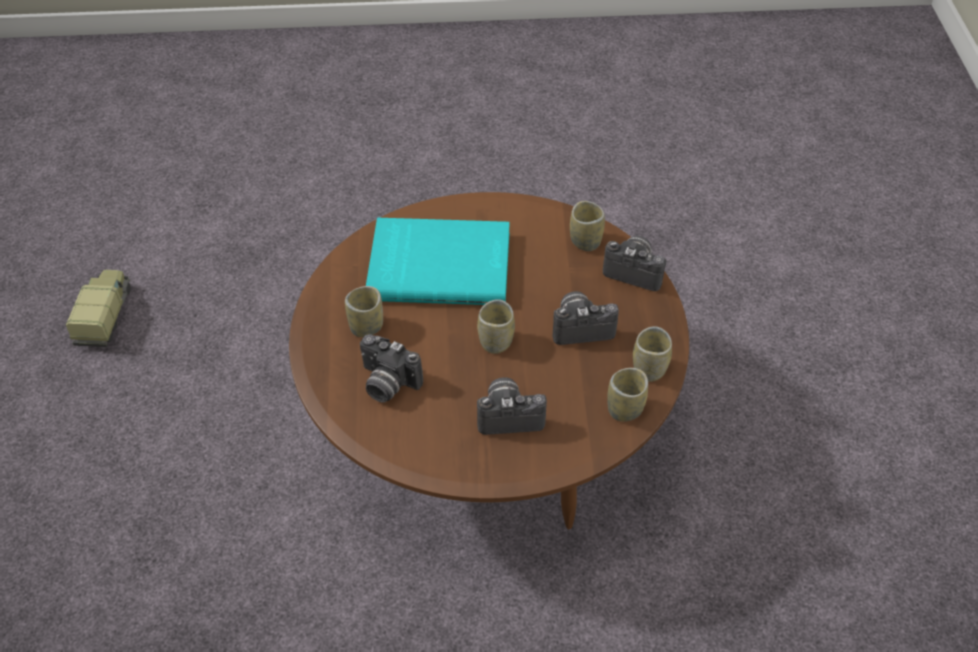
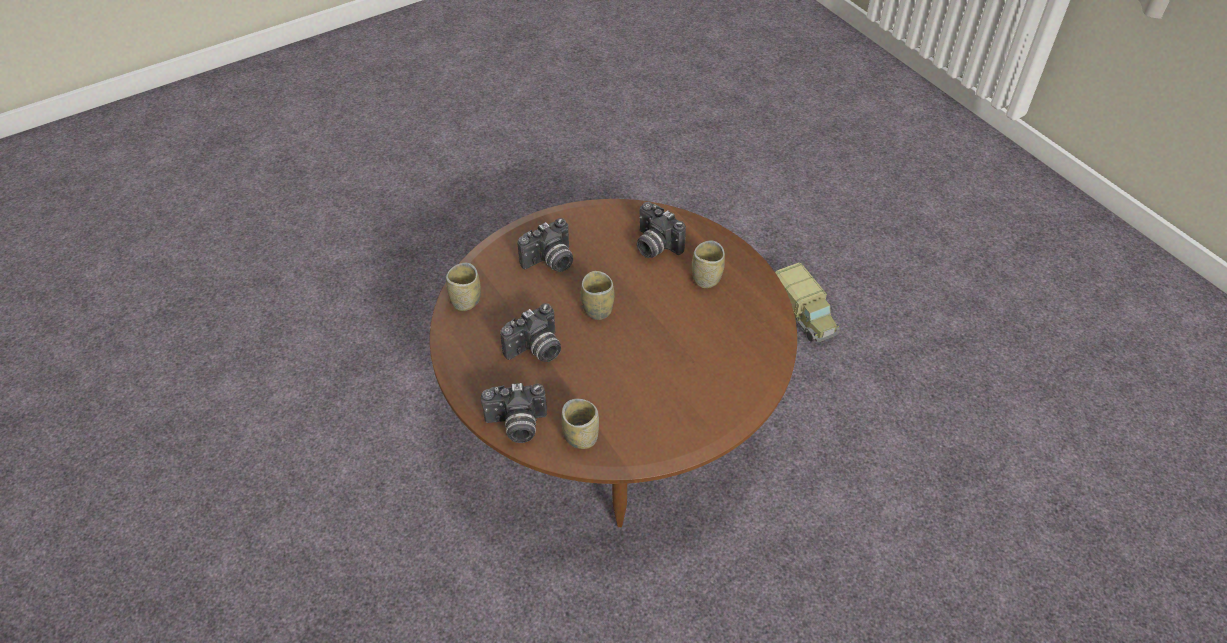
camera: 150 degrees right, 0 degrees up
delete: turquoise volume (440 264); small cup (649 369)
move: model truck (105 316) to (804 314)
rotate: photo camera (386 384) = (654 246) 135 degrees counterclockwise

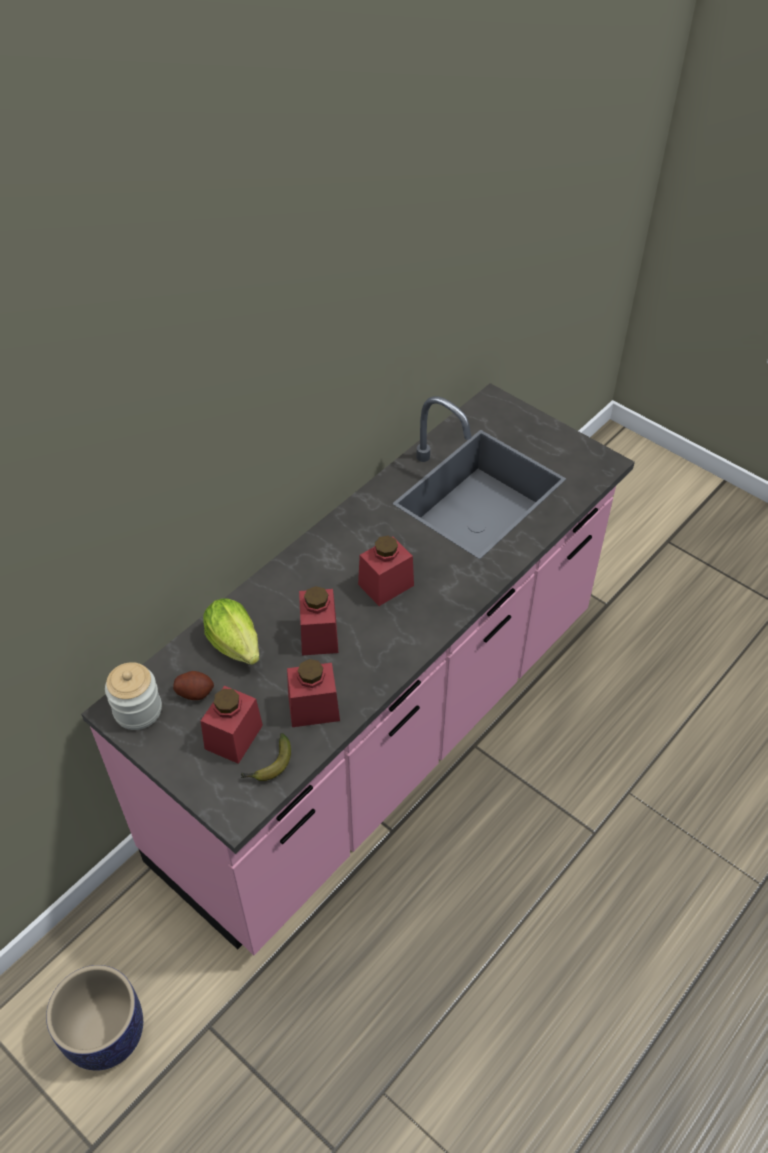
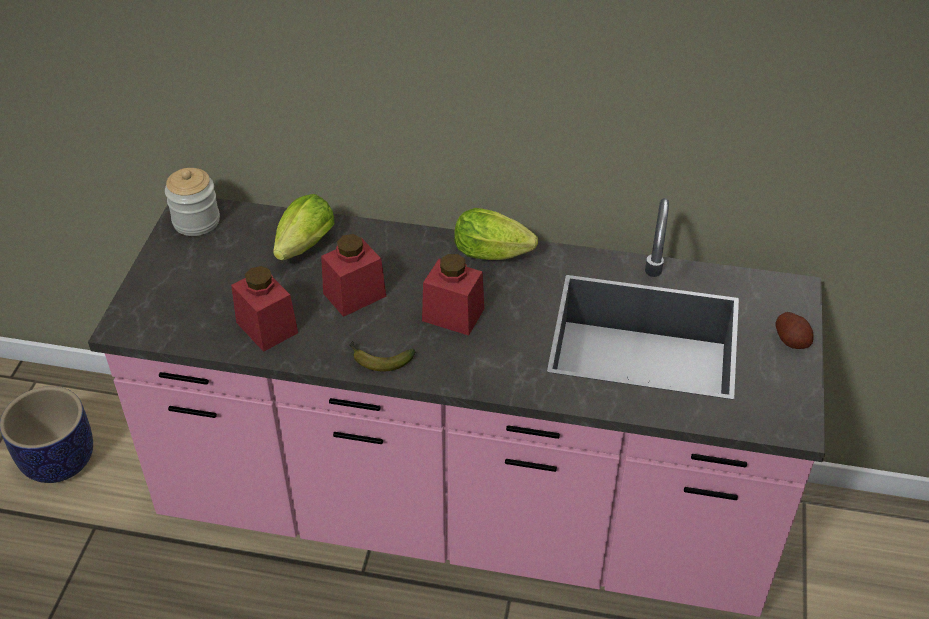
camera: 60 degrees right, 5 degrees down
delete: red-coloured storage jar (233 737)
insert: lettuce head (496 254)
move: banana (269 765) to (378 360); spud (195 692) to (792 340)

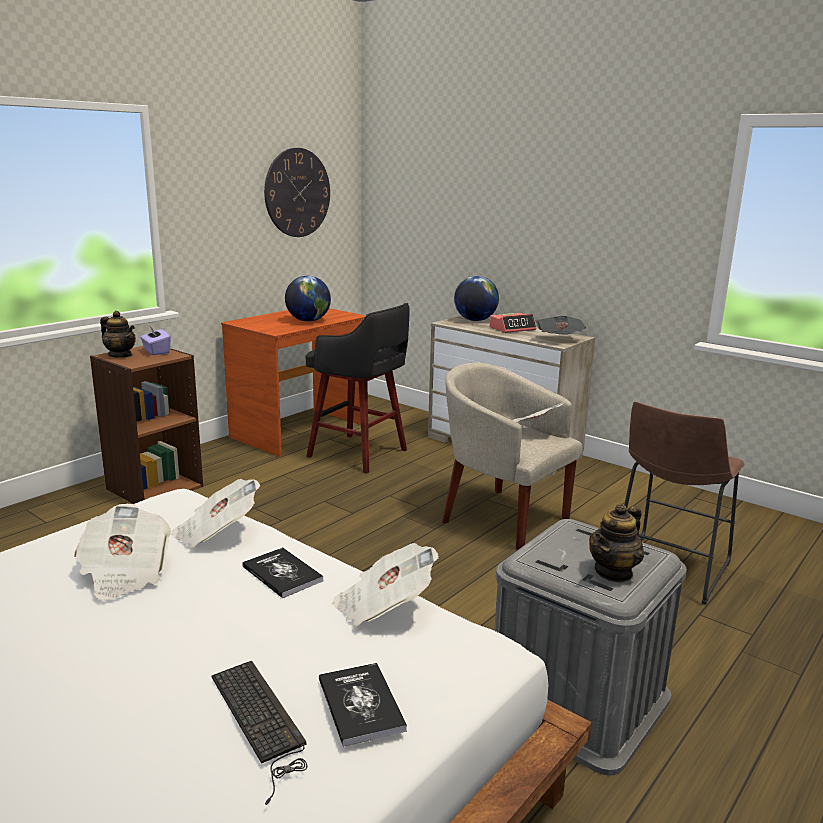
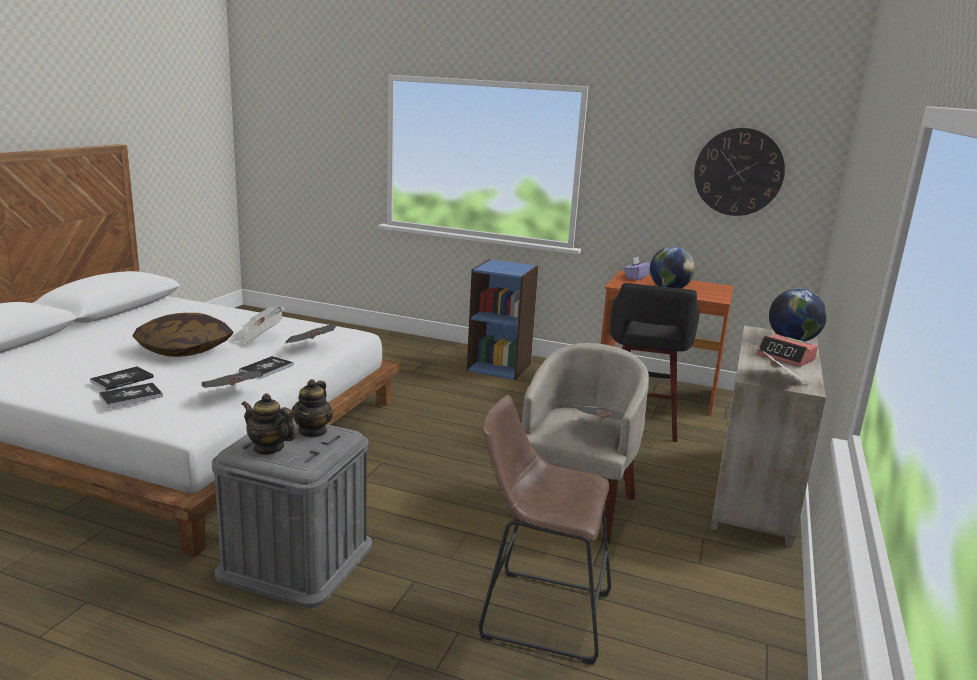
camera: 70 degrees right, 0 degrees up
insert: cushion (184 349)
move: tea pot (120 355) to (313 431); purplish tissue holder (156 351) to (635 277)
replace: PC keyboard (260 722) to volume (122 379)
recolor: brown-coloured bookshelf (154 487) to blue bookshelf (499 367)

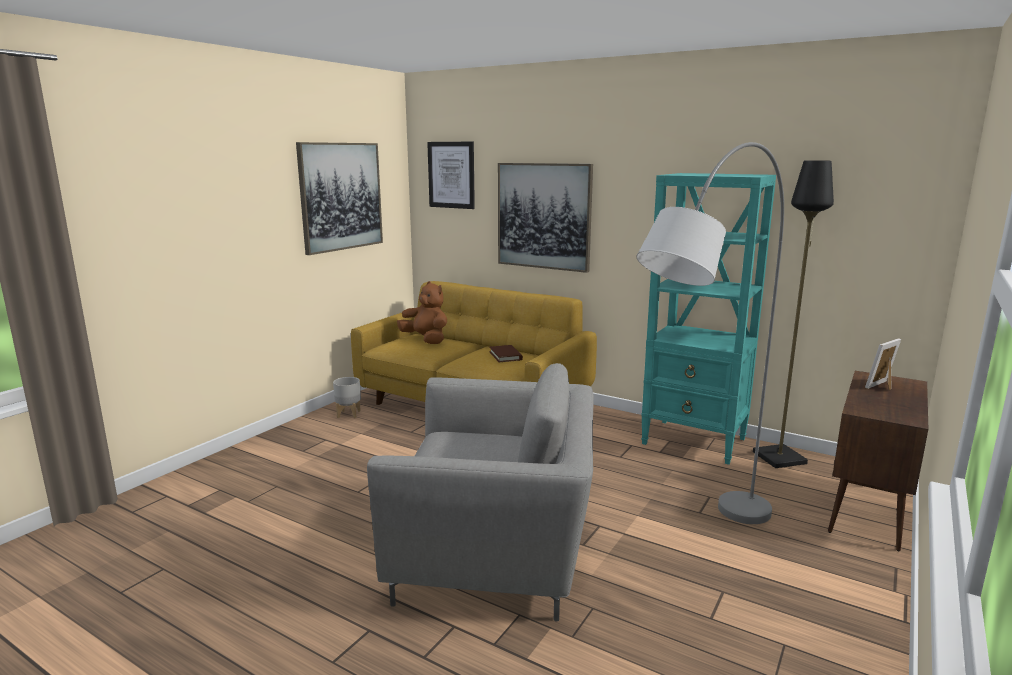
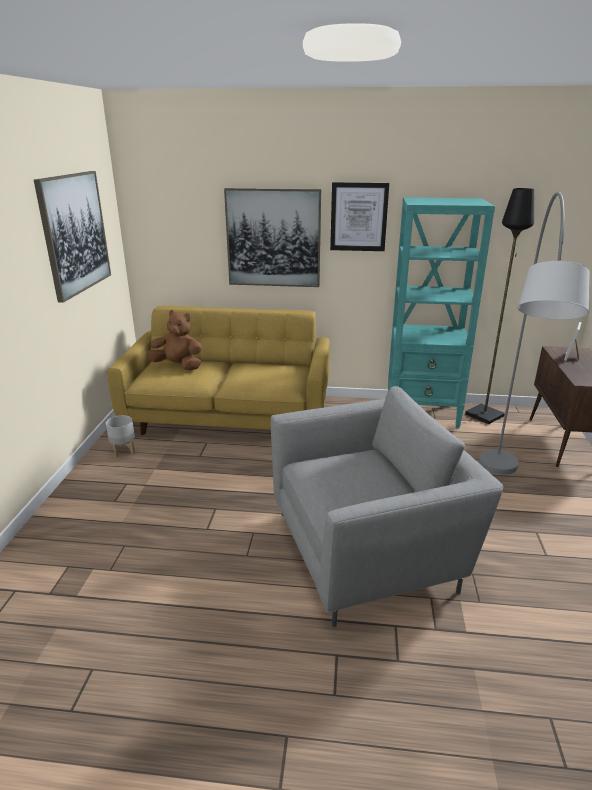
camera: 25 degrees left, 10 degrees up
delete: brown-coloured volume (505 356)
move: wall picture (451 175) to (358 217)

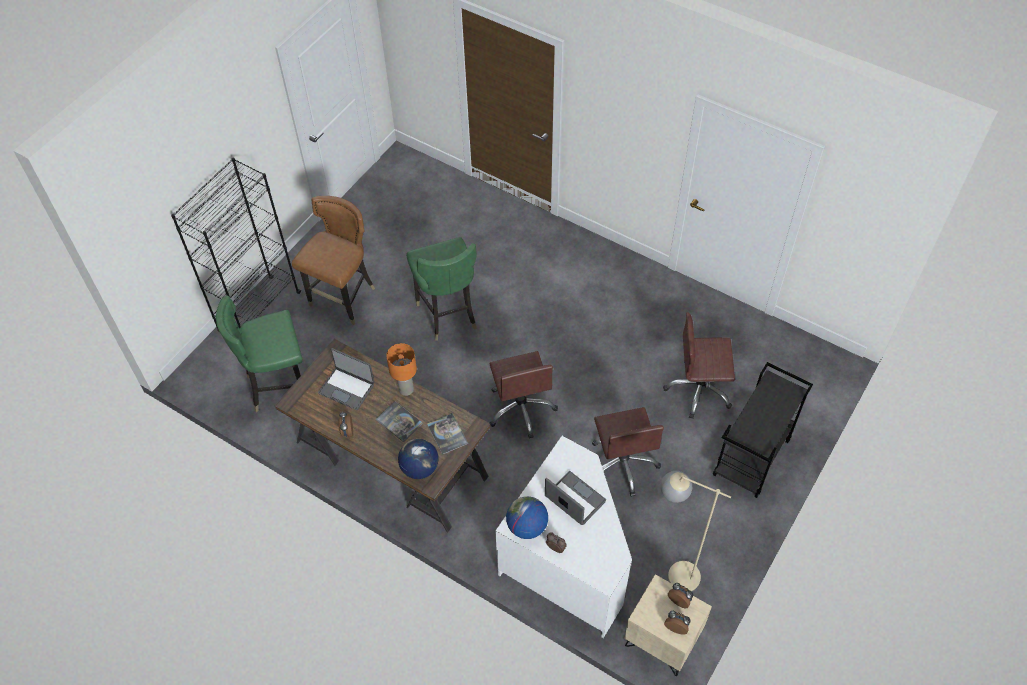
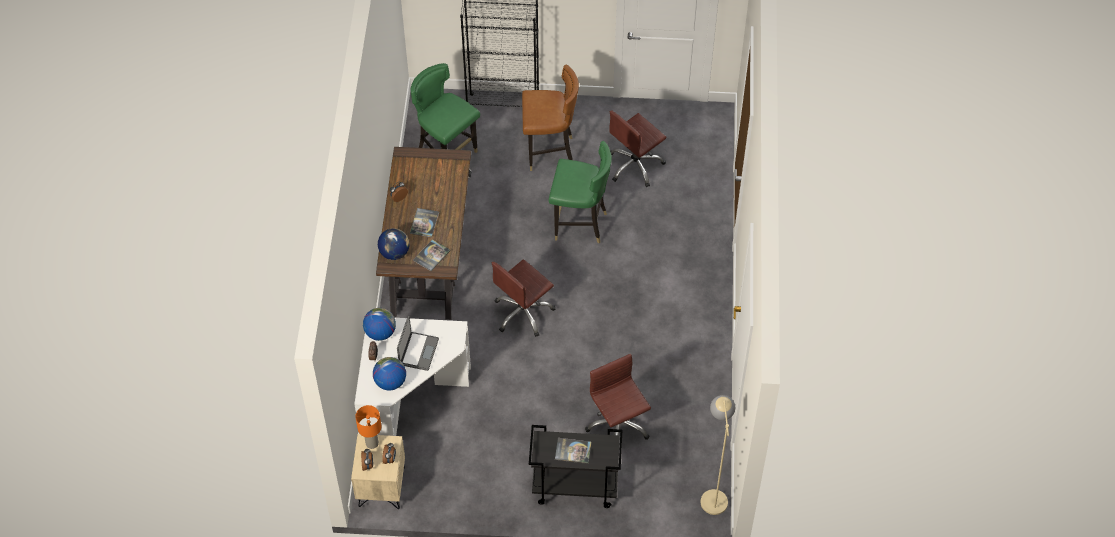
camera: 60 degrees right, 0 degrees up
delete: notebook computer (347 388)
insert: world globe (390 382); volume (573 451)
move: orange-coloured lamp for a table (406 389) to (372 443); brown-coloured computer chair (623 464) to (635 165); beige standing lamp (673 572) to (713 493)
rotate: greenish upright chair (447 314) = (579 224) 120 degrees counterclockwise

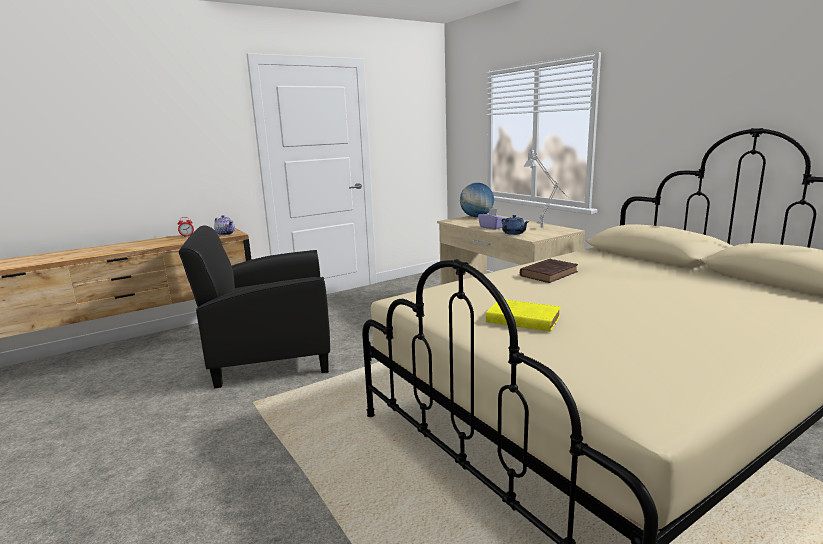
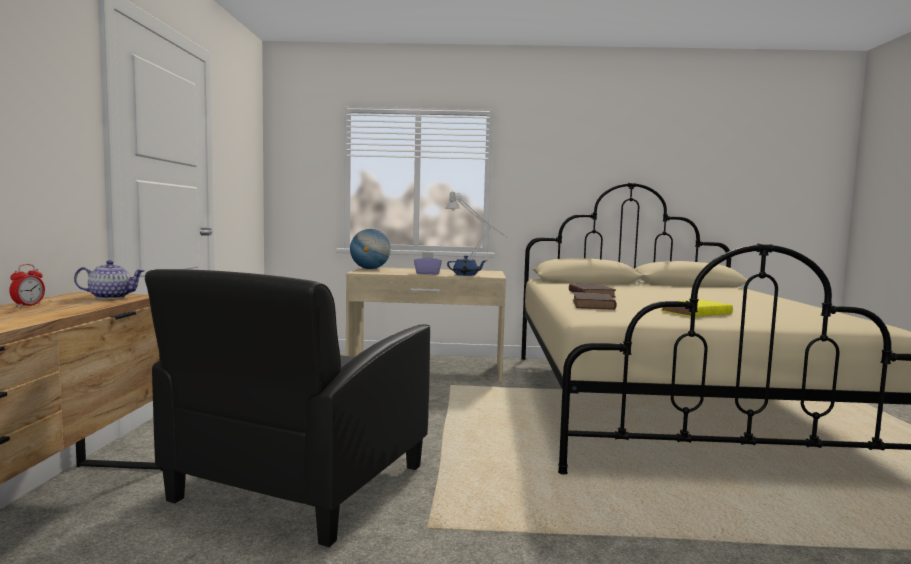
camera: 55 degrees left, 10 degrees down
insert: brown-coloured volume (593 305)

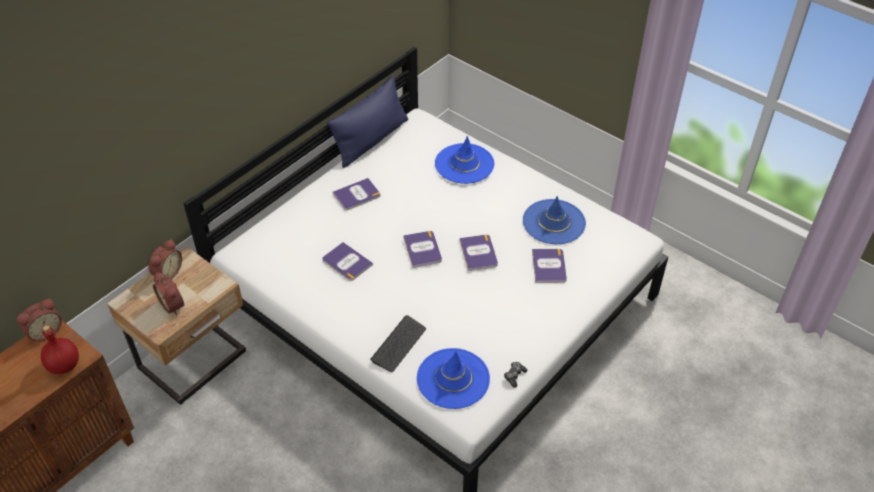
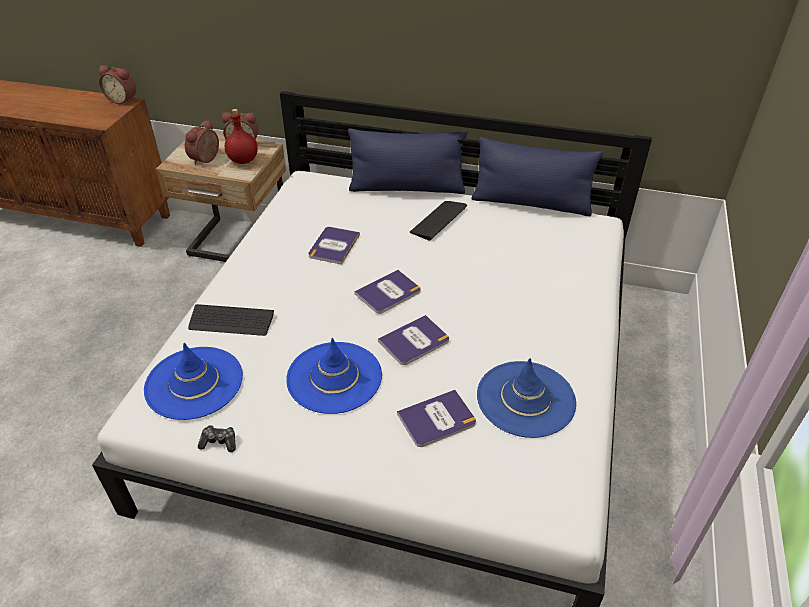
camera: 65 degrees right, 5 degrees down
insert: blue cushion (407 188)
move: red-coloured drink bottle (64 365) to (244 160); blue hat (464 164) to (334 377)
replace: volume (357 195) to PC keyboard (438 220)

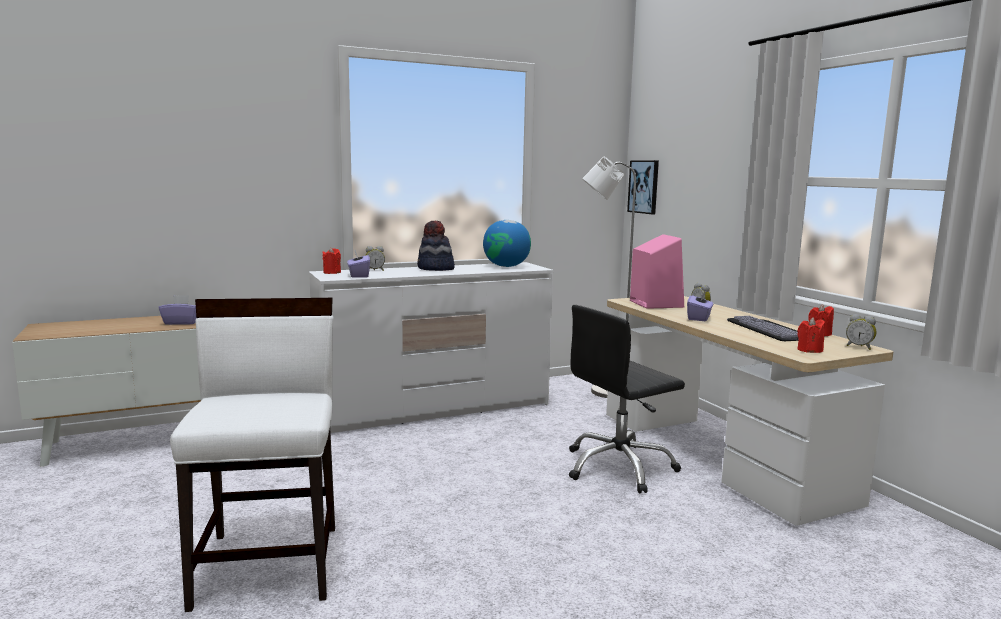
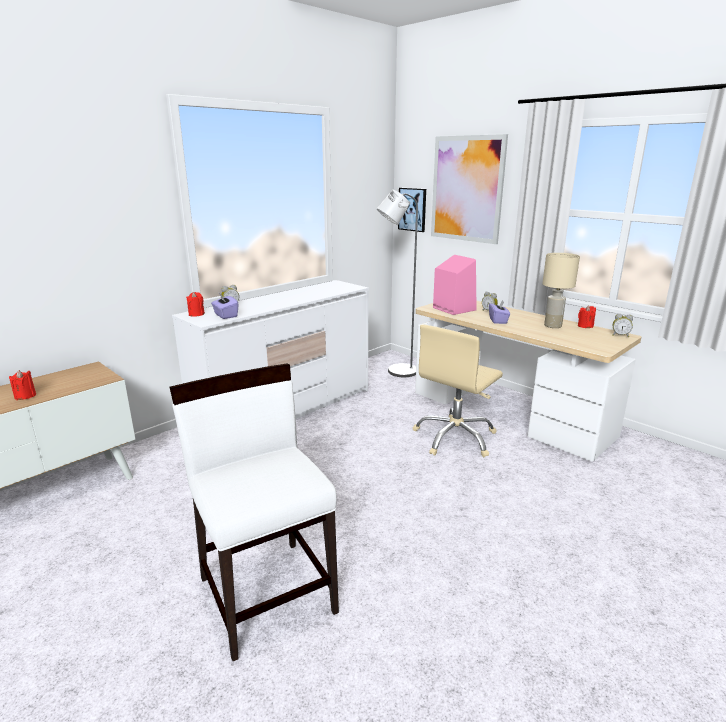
camera: 20 degrees left, 10 degrees up
delete: purplish tissue holder (182 322); hat (435 269); world globe (506 266)
insert: wall picture (467 189)
move: red-coloured wax candle (809 350) to (25 396)
replace: PC keyboard (770 329) to beige lamp for a table (553 326)
recolor: black computer chair (619 467) to beige computer chair (455 437)

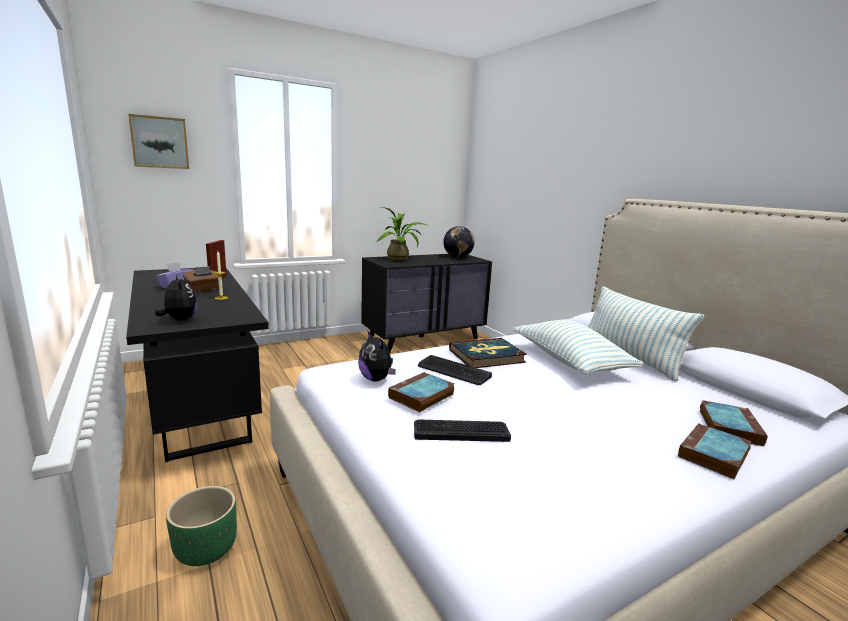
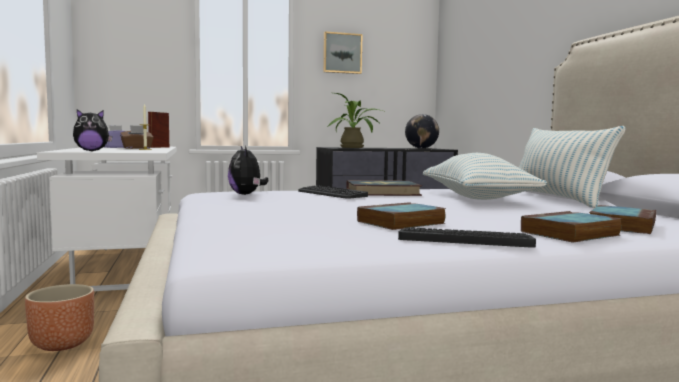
camera: 15 degrees right, 10 degrees down
move: wall picture (159 142) to (342 53); volume (421 396) to (400 222); PC keyboard (461 431) to (464 239)
recolor: greenish planter (207 550) to brown-coloured planter (63 344); black desk unit (199 406) to white desk unit (125 265)
rotate: cuddly toy (179 320) = (92 151) 90 degrees clockwise

